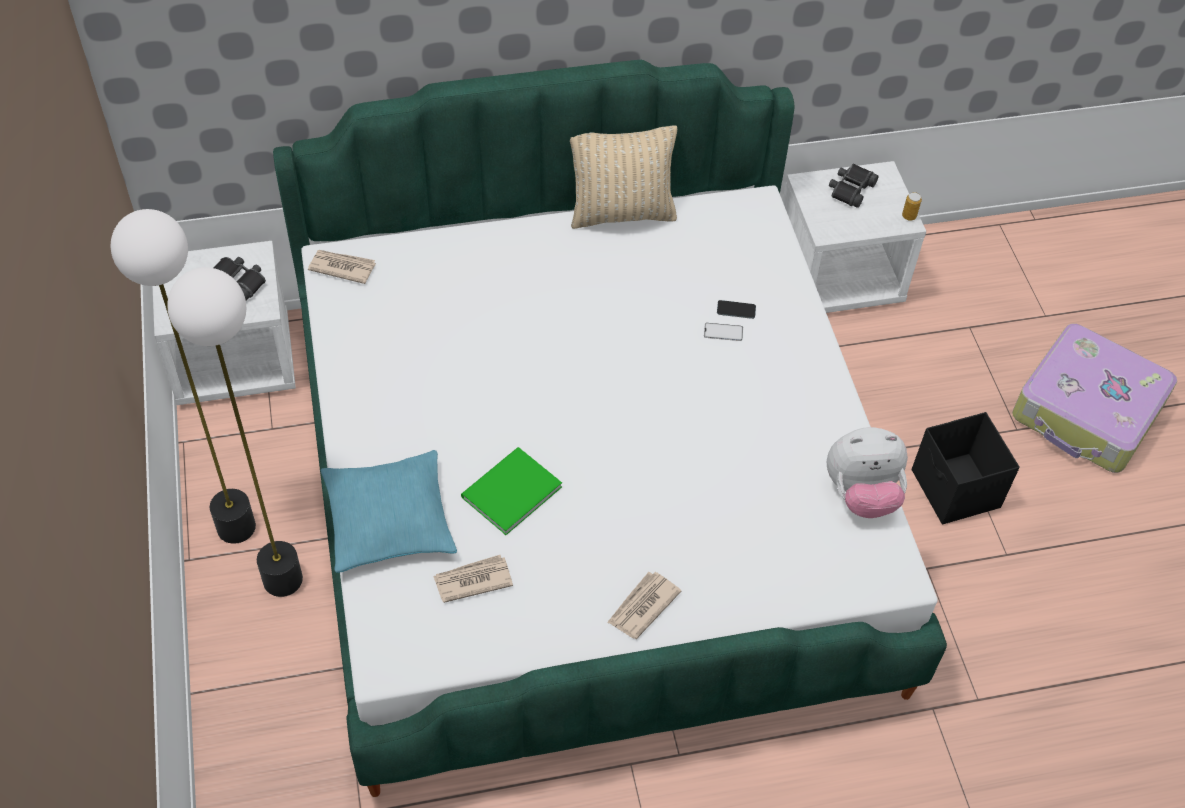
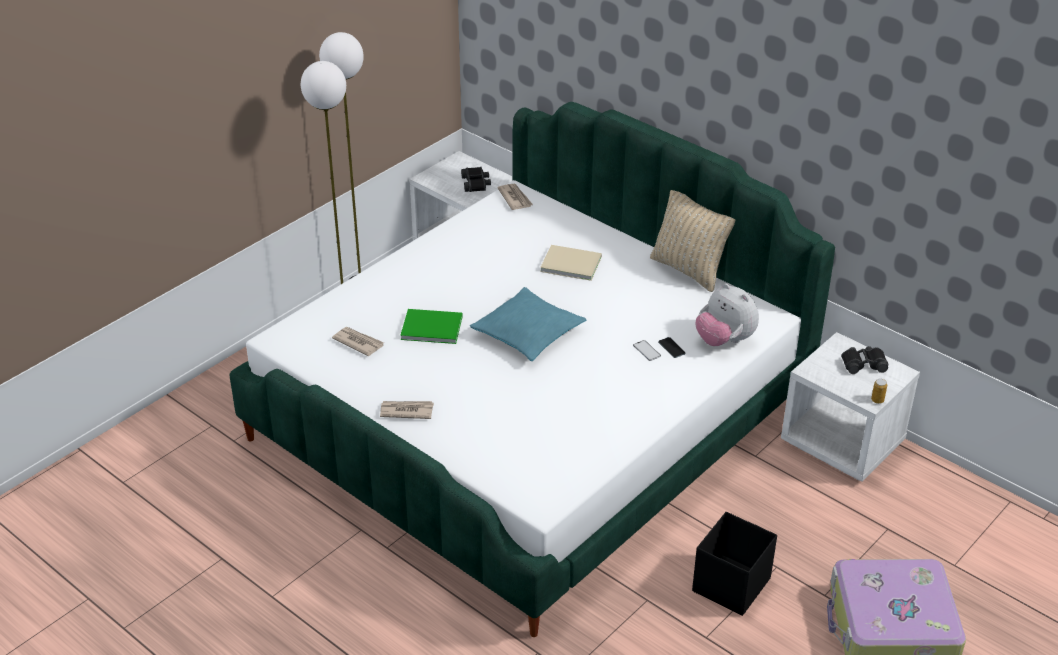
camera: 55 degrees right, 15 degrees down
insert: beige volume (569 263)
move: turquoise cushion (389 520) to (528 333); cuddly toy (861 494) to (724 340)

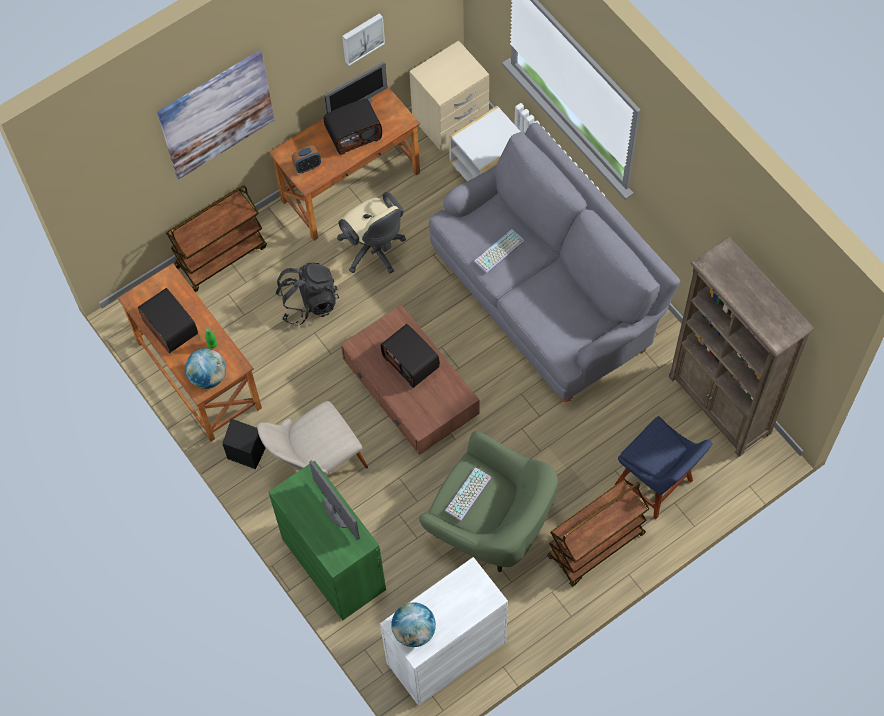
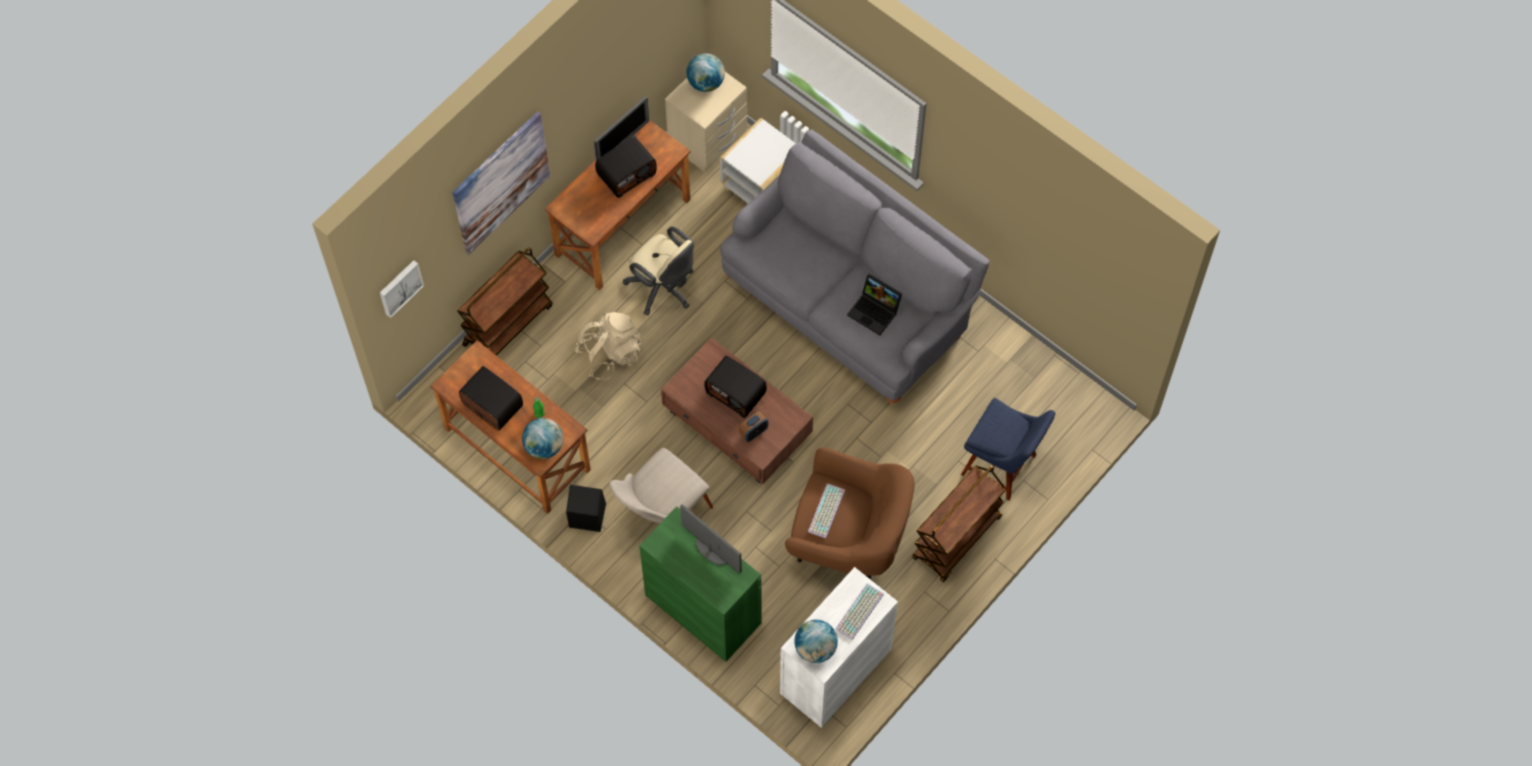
camera: 15 degrees left, 0 degrees up
delete: brown-coloured bookshelf (720 405)
insert: world globe (706 83); notebook computer (875 311)
move: wall picture (362 38) to (399 287); bedside clock (307 166) to (753 432); PC keyboard (499 252) to (860 612)
recolor: black rucksack (308 302) to beige rucksack (610 354); greenish lounge chair (490 525) to brown-coloured lounge chair (848 539)

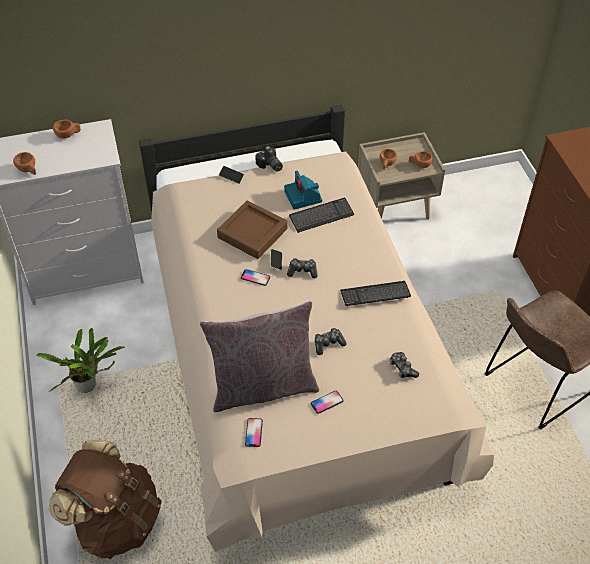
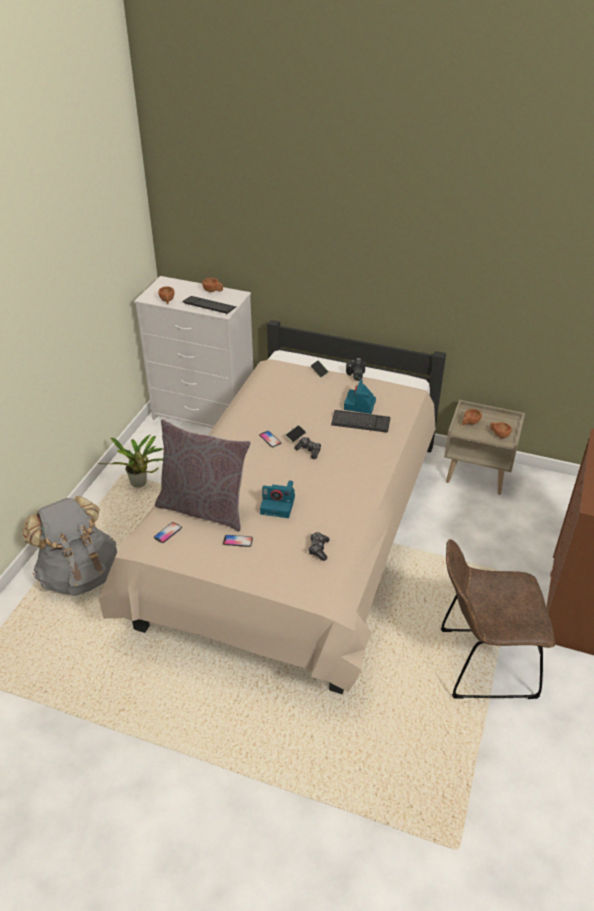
camera: 35 degrees right, 10 degrees down
delete: brown-coloured carrying tray (252 233)
move: PC keyboard (375 294) to (209 305)
replace: gamepad (328 344) to photo camera (278 505)
recolor: brown-coloured rucksack (116 520) to gray rucksack (79 574)

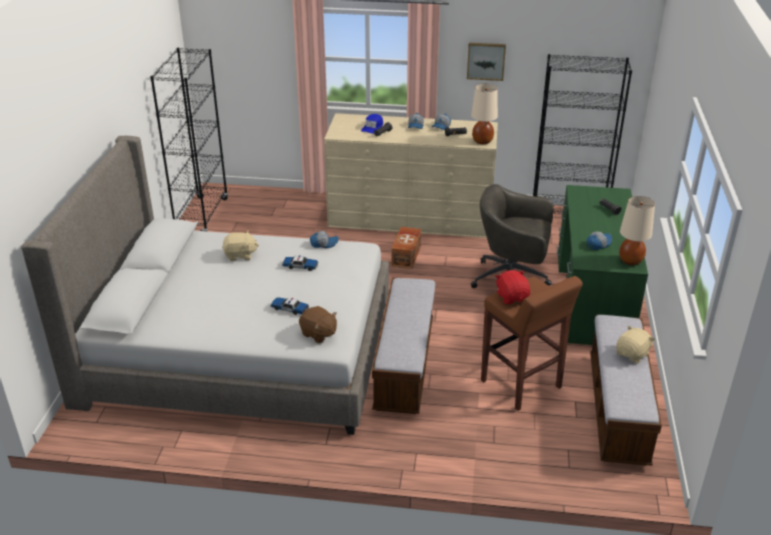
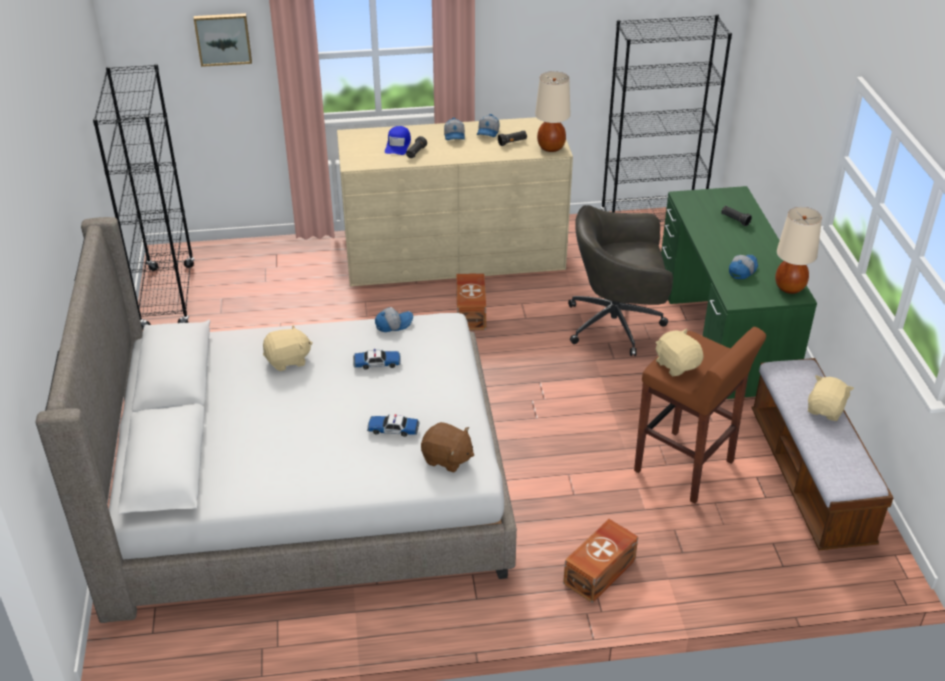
camera: 15 degrees left, 5 degrees up
delete: indoor bench (404 365)
insert: brown-coloured storage container (601 571)
move: wall picture (486 61) to (223 38)
recolor: red-coloured cuddly toy (512 297) to beige cuddly toy (677 365)

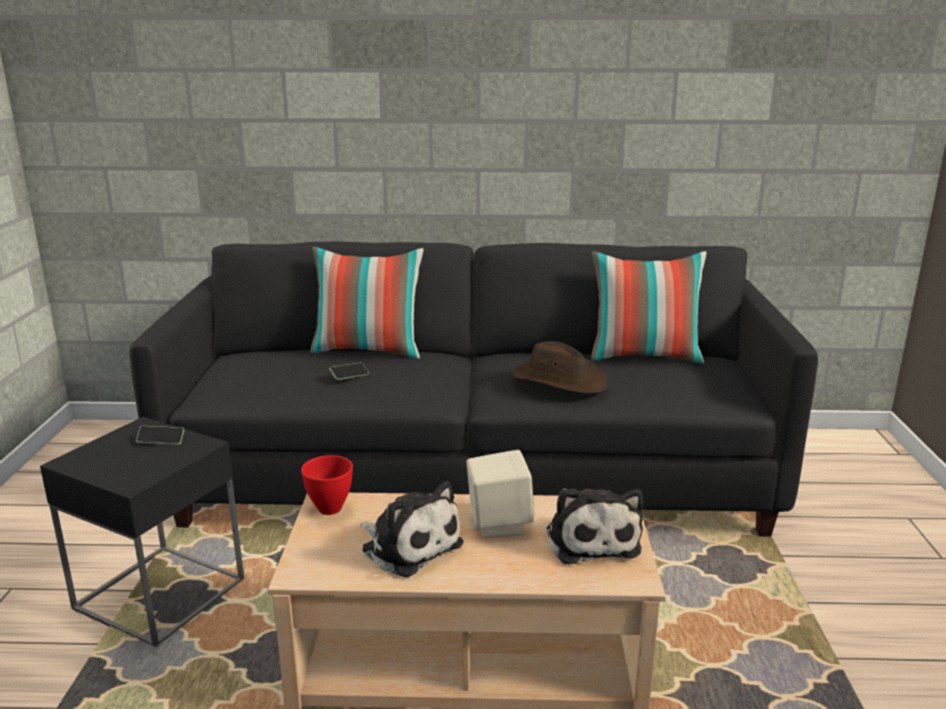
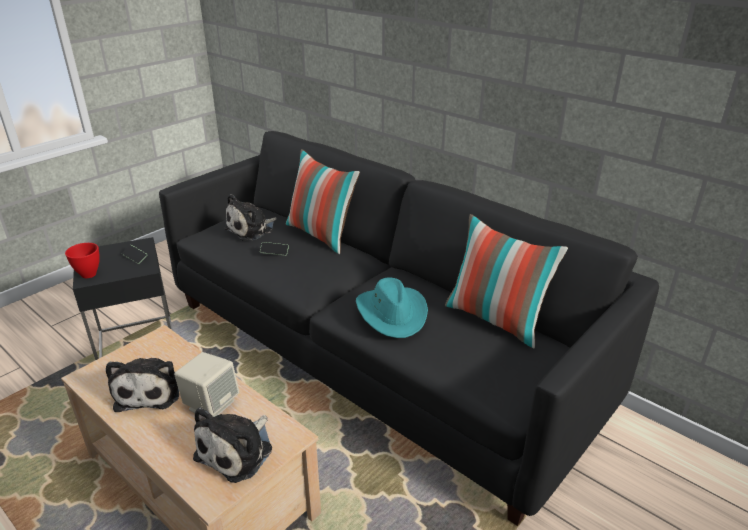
camera: 40 degrees right, 10 degrees up
insert: cuddly toy (252 229)
move: red-coloured deep dish (330 509) to (88 275)
recolor: brown-coloured hat (559 380) to turquoise hat (392 313)

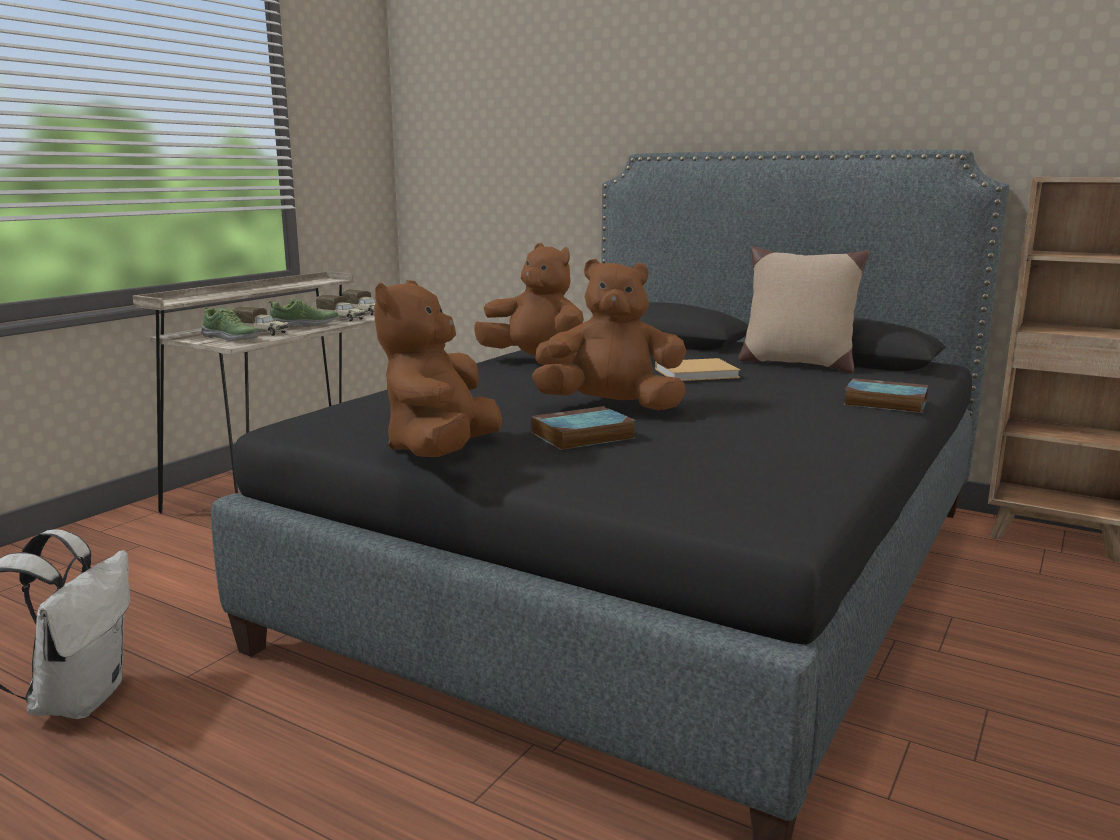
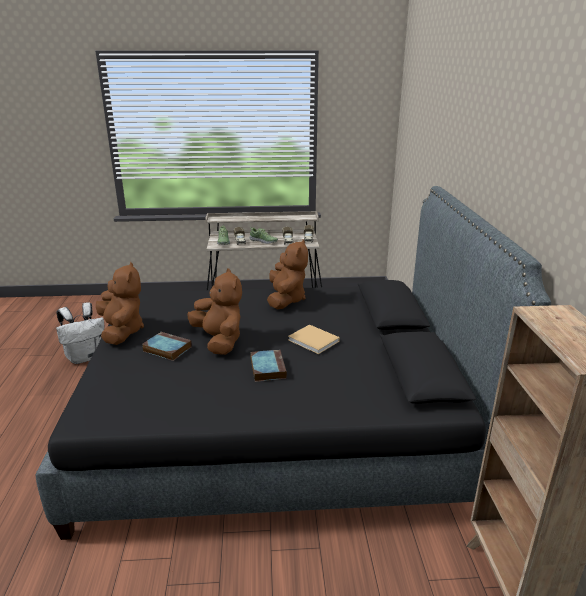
camera: 55 degrees right, 10 degrees up
delete: beige cushion (796 364)
move: volume (883 402) to (267 368)
rotate: brown-coloured cuddly toy (441 452) = (122 331) 90 degrees clockwise

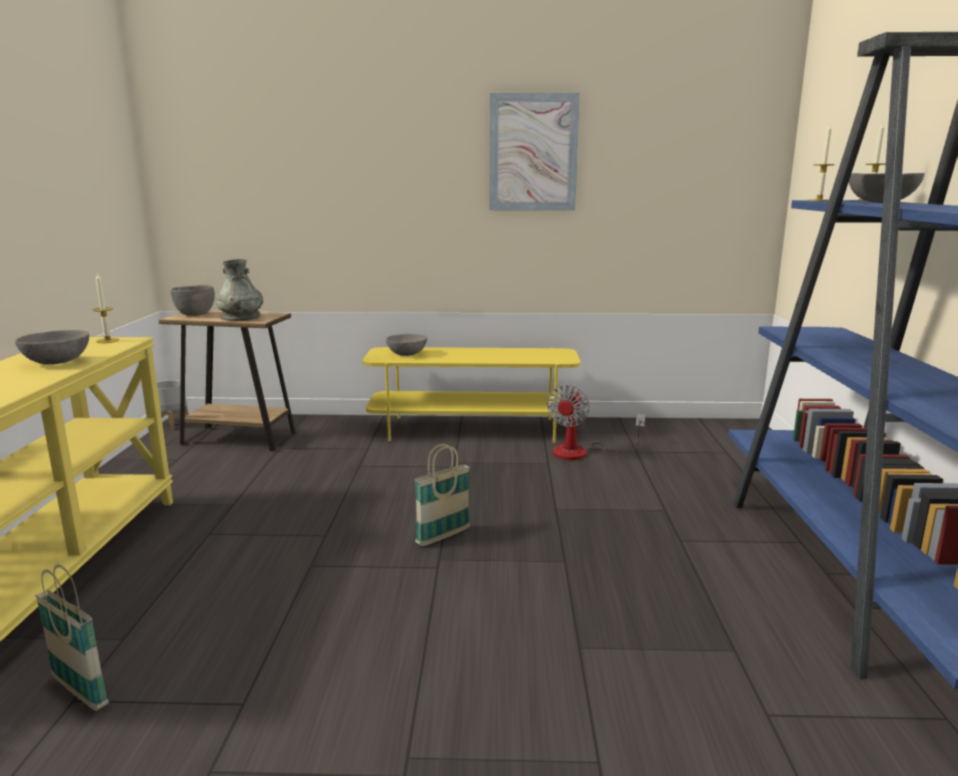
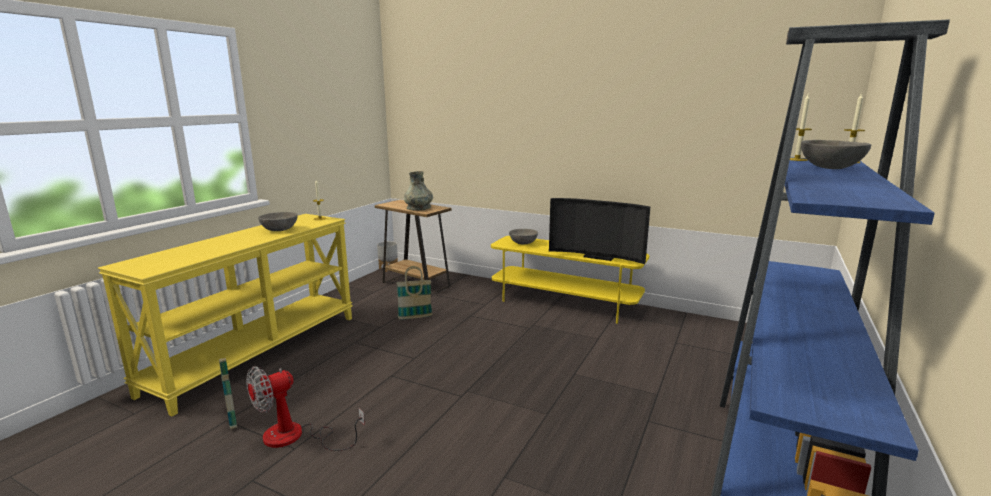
camera: 25 degrees right, 0 degrees up
delete: gray deep dish (195 315); wall picture (533 153)
insert: television (598 256)
move: electric fan (581 452) to (296 437); basket (443 536) to (415 317)

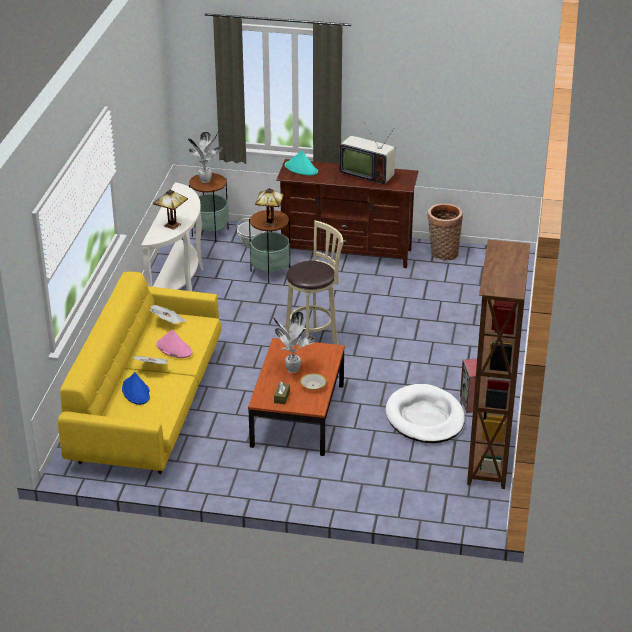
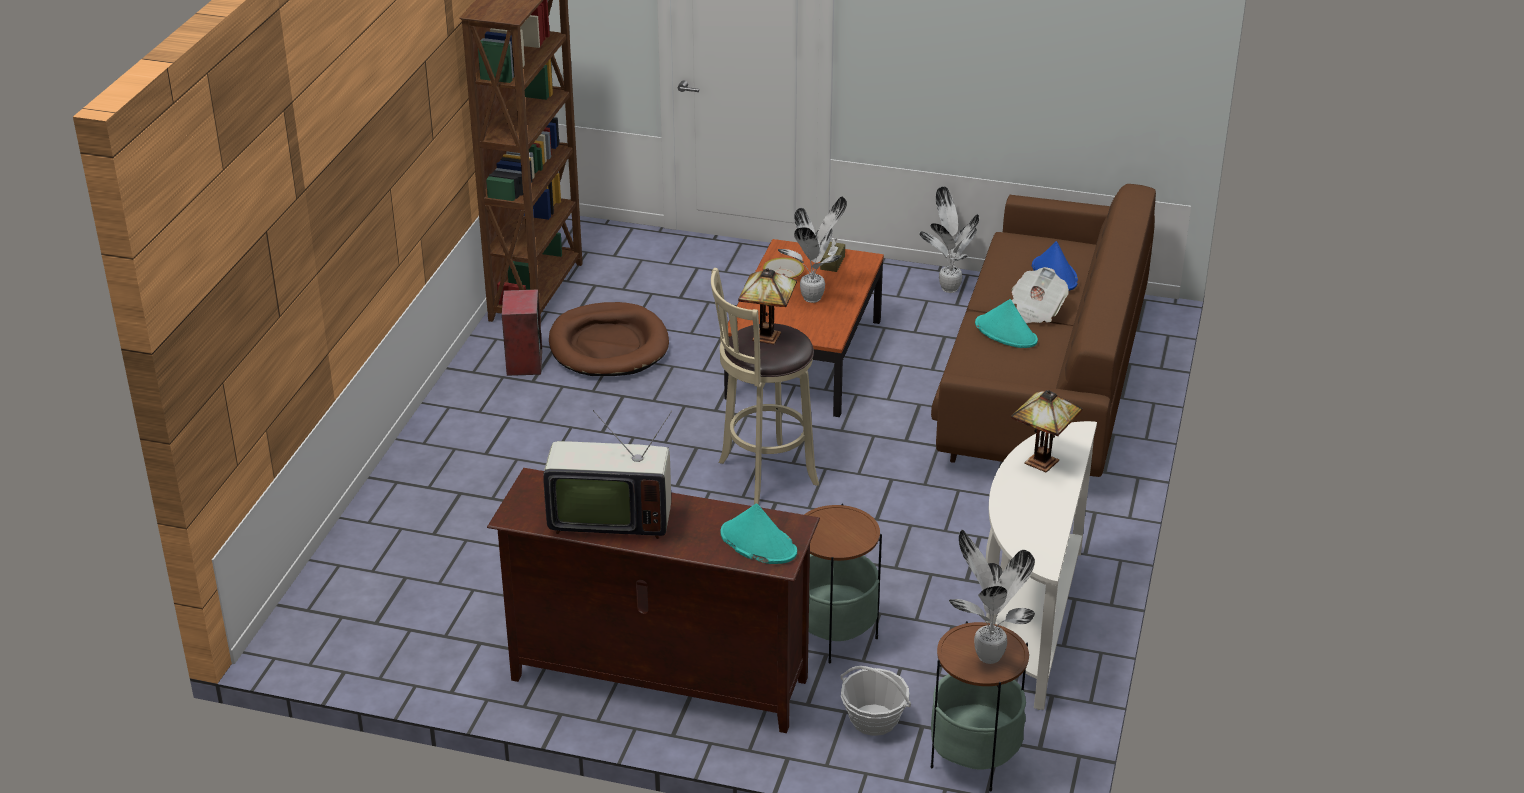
camera: 175 degrees left, 0 degrees up
delete: newspaper (168 322); basket (442 253)
insert: houseplant (949 287)
move: lamp for a table (269 223) to (769 336)
recolor: white dog cushion (425 418) to brown-coloured dog cushion (608 345); yellow sofa (149 406) to brown-coloured sofa (1042 383); pink hat (174 349) to turquoise hat (1006 333)
rotate: television (367 174) = (609 518) 150 degrees clockwise

